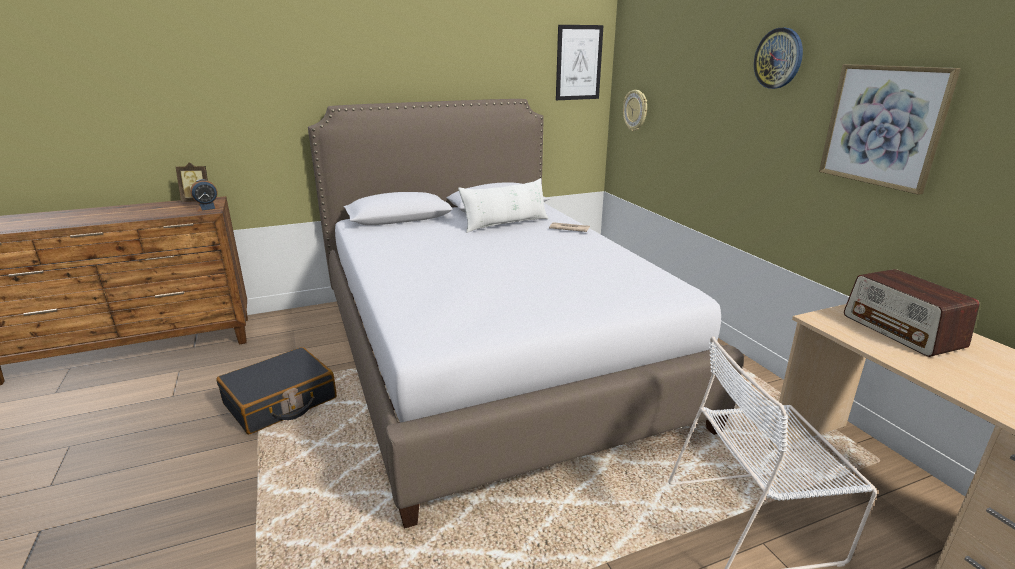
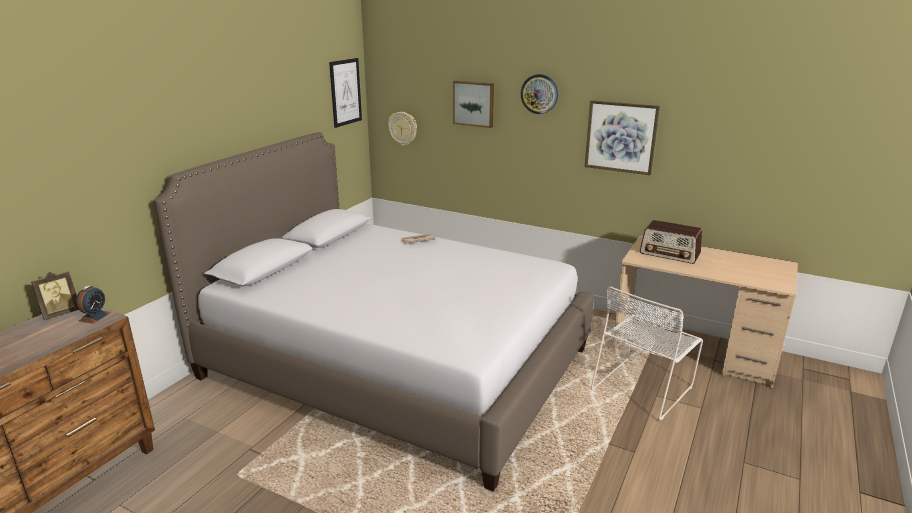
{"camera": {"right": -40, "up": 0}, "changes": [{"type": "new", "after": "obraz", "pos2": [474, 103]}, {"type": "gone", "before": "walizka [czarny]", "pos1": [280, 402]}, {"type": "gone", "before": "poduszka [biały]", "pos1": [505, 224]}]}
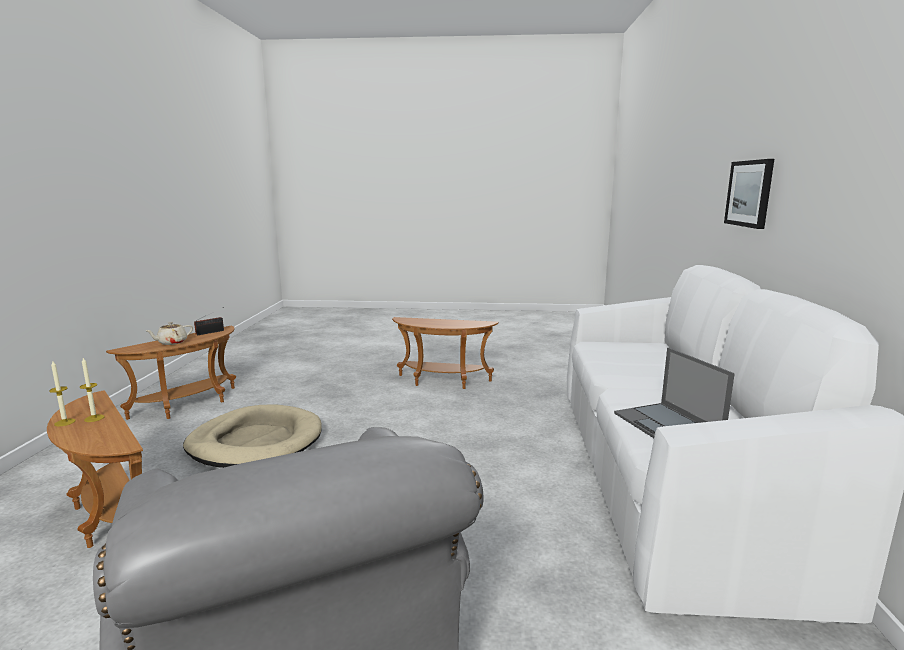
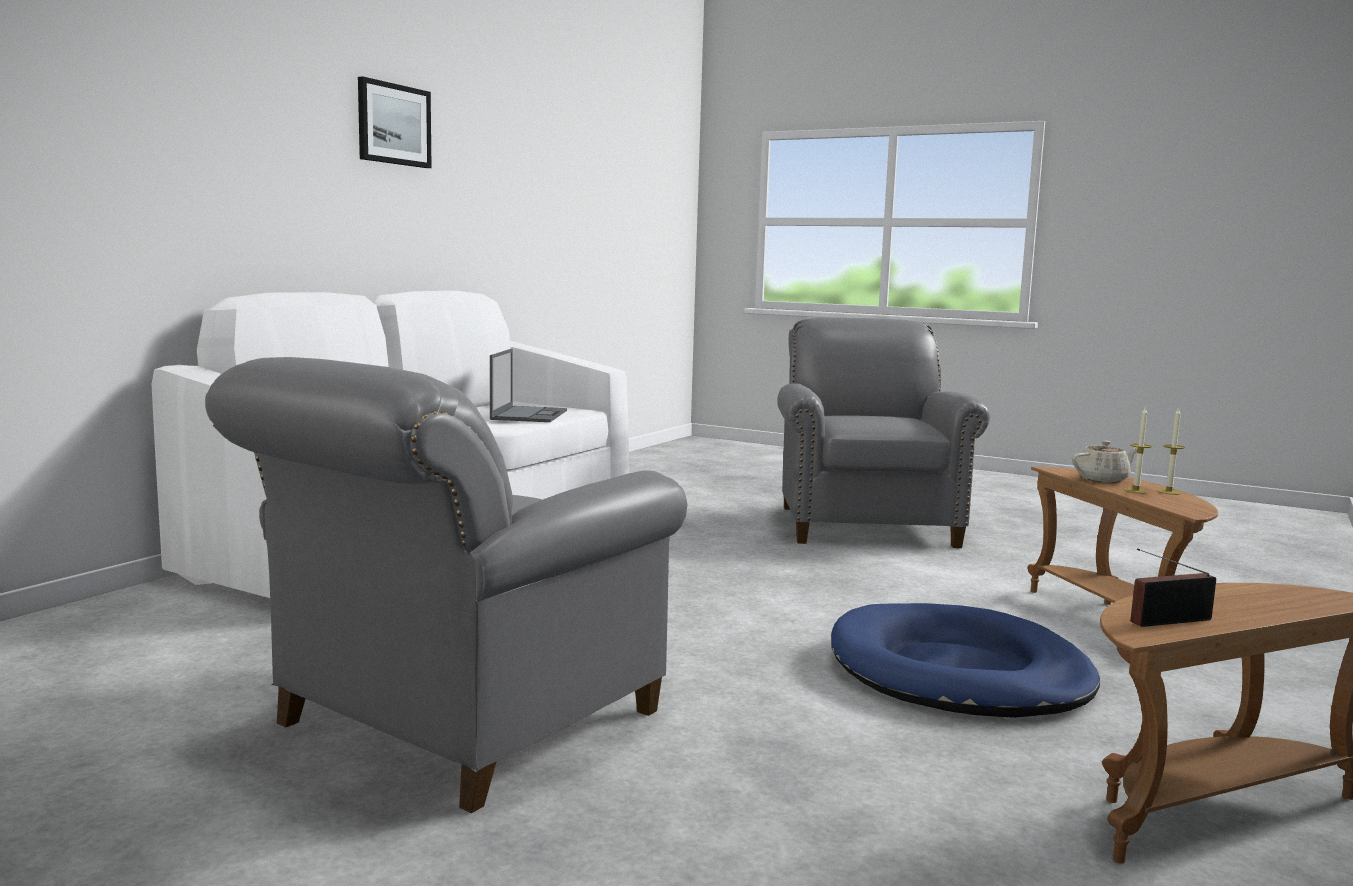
{"camera": {"right": -155, "up": -5}, "changes": [{"type": "swapped", "before": "stolik [brązowy]", "after": "fotel [szary]", "pos1": [442, 382], "pos2": [456, 723]}, {"type": "shifted", "before": "obraz", "pos1": [749, 193], "pos2": [393, 124]}, {"type": "repainted", "before": "legowisko [beżowy]", "after": "legowisko [niebieski]", "pos1": [256, 442], "pos2": [958, 672]}, {"type": "shifted", "before": "imbryk [beżowy]", "pos1": [172, 342], "pos2": [1103, 479]}]}
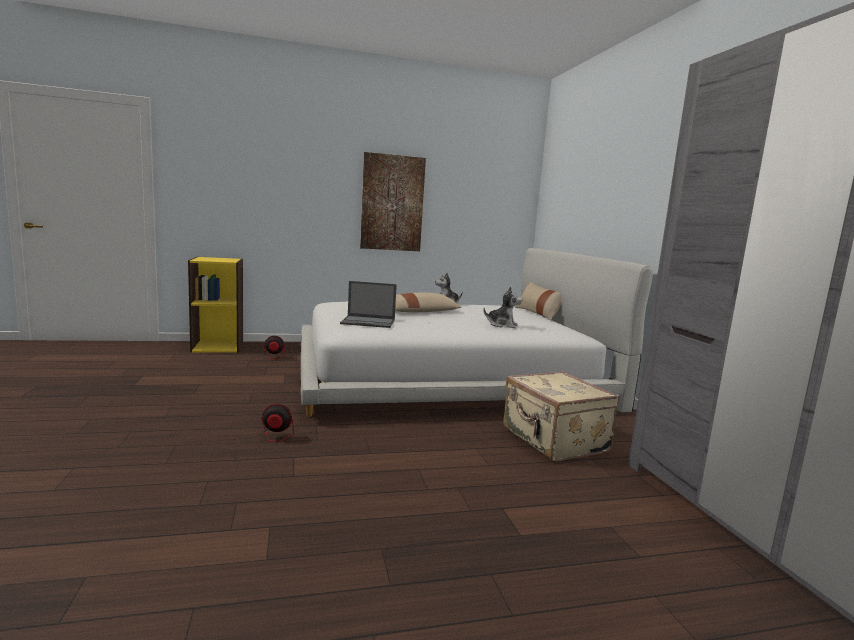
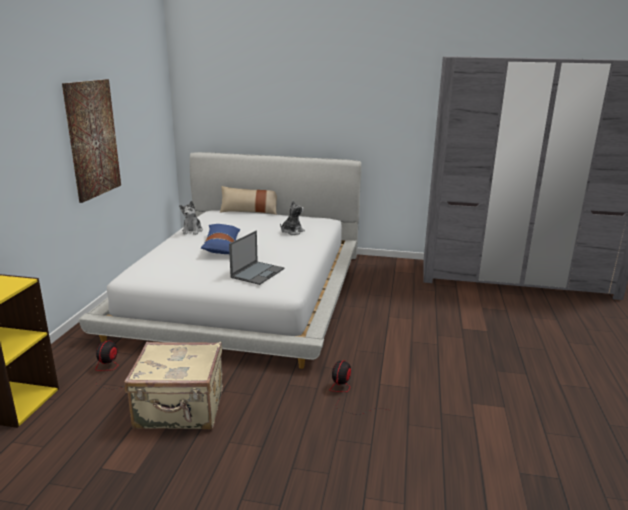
{"camera": {"right": -65, "up": 10}, "changes": [{"type": "shifted", "before": "walizka [beżowy]", "pos1": [553, 441], "pos2": [180, 409]}, {"type": "repainted", "before": "poduszka [beżowy]", "after": "poduszka [niebieski]", "pos1": [420, 311], "pos2": [222, 246]}]}
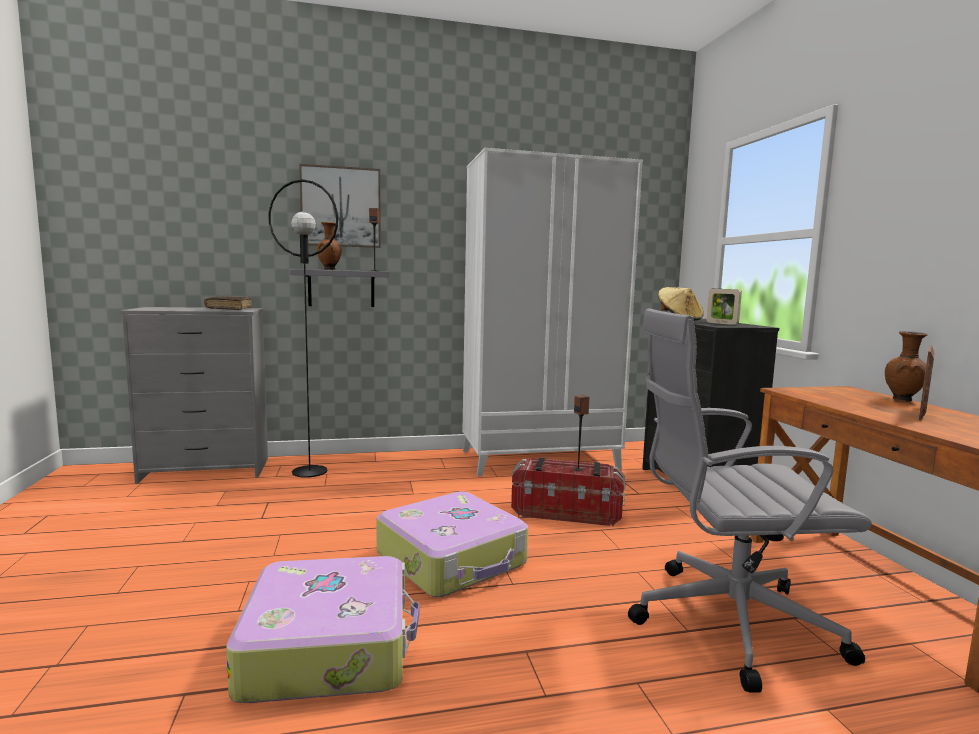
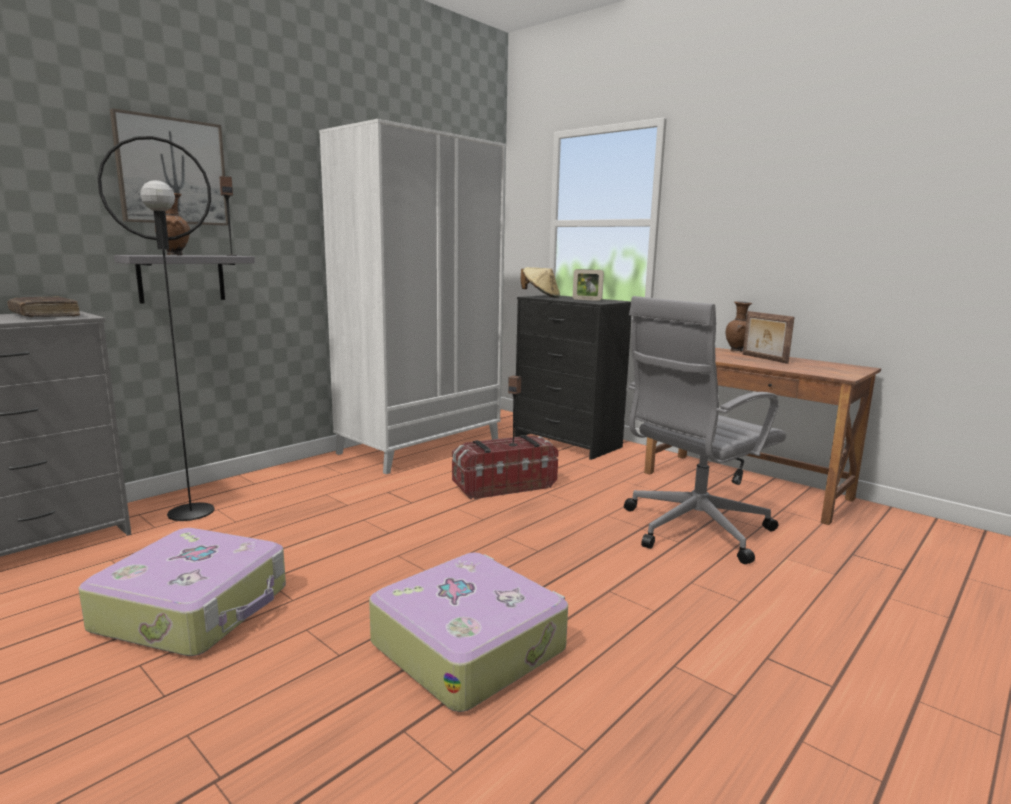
{"camera": {"right": -35, "up": 5}, "changes": [{"type": "shifted", "before": "walizka", "pos1": [453, 559], "pos2": [195, 608]}, {"type": "rotated", "before": "ramka na zdjęcie", "pos1": [922, 413], "pos2": [763, 359], "turn": 150}]}
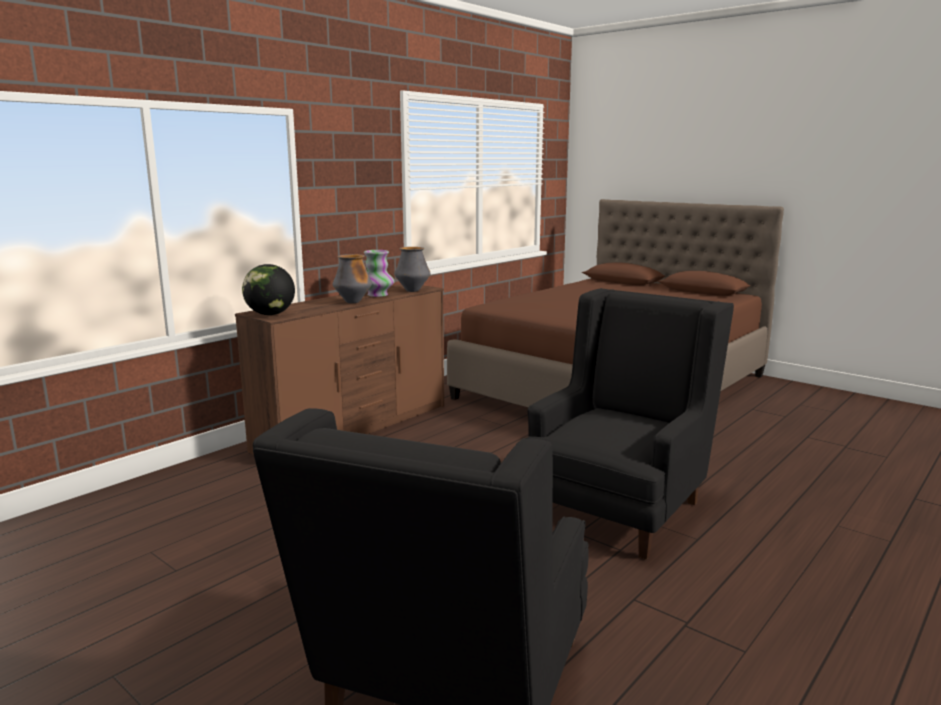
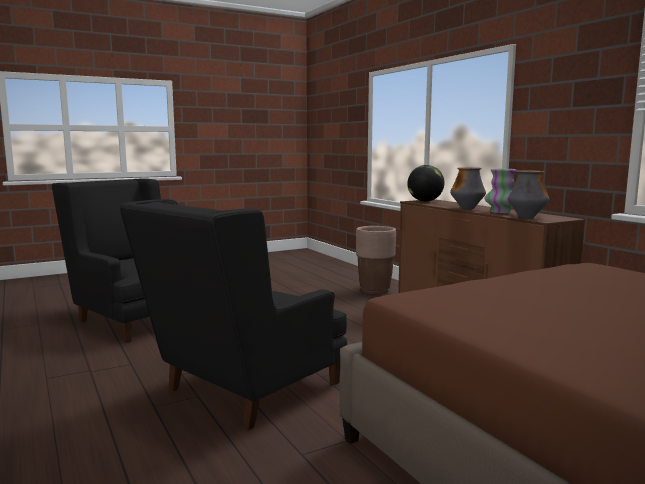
{"camera": {"right": 110, "up": -5}, "changes": [{"type": "rotated", "before": "fotel [czarny]", "pos1": [618, 504], "pos2": [243, 391], "turn": 75}, {"type": "new", "after": "donica [brązowy]", "pos2": [375, 291]}]}
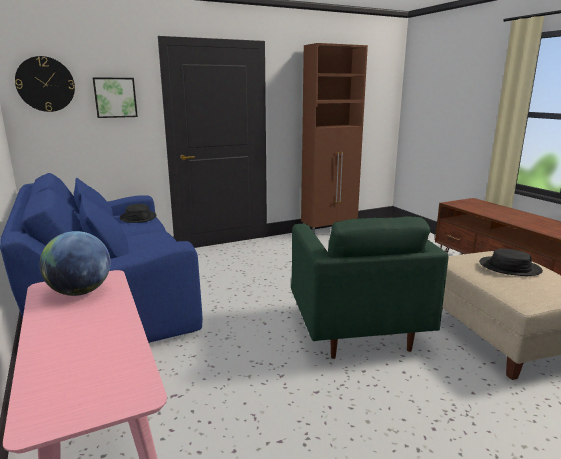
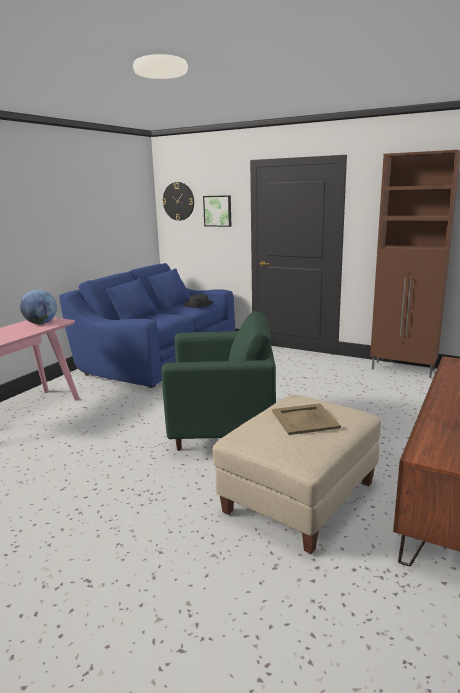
{"camera": {"right": 55, "up": 0}, "changes": [{"type": "rotated", "before": "fotel [zielony]", "pos1": [356, 330], "pos2": [223, 432], "turn": -135}, {"type": "swapped", "before": "kapelusz [czarny]", "after": "taca [beżowy]", "pos1": [509, 267], "pos2": [304, 419]}]}
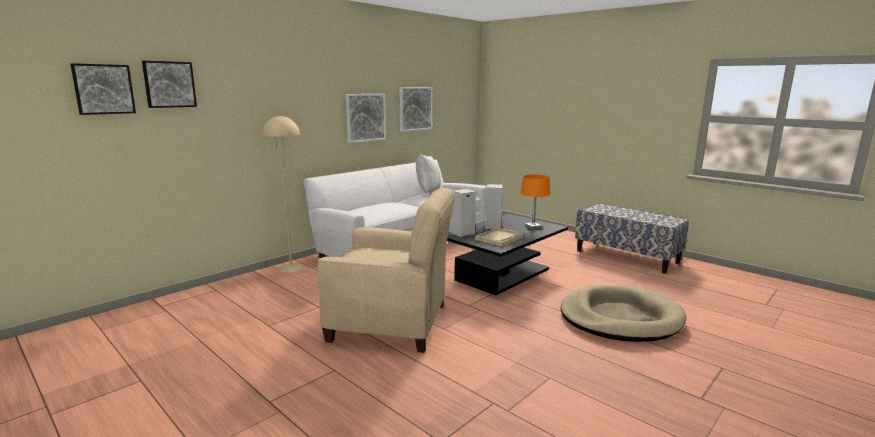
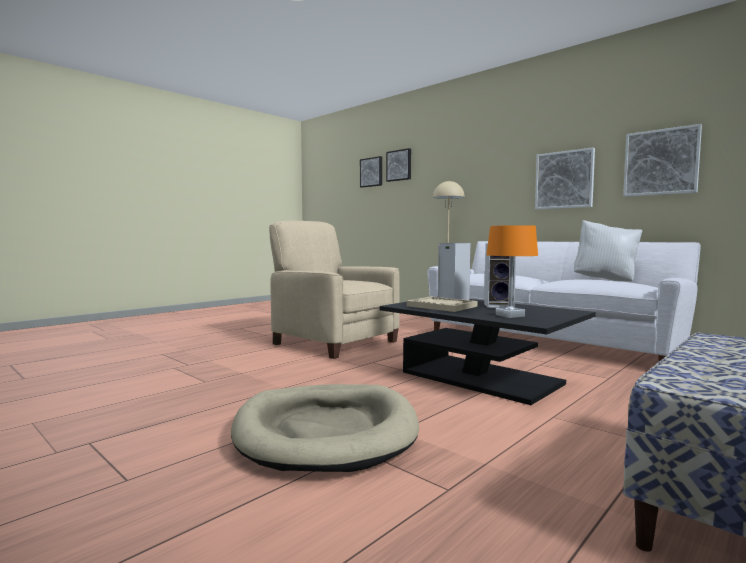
{"camera": {"right": 90, "up": -10}, "changes": [{"type": "rotated", "before": "fotel [beżowy]", "pos1": [390, 323], "pos2": [334, 342], "turn": 120}]}
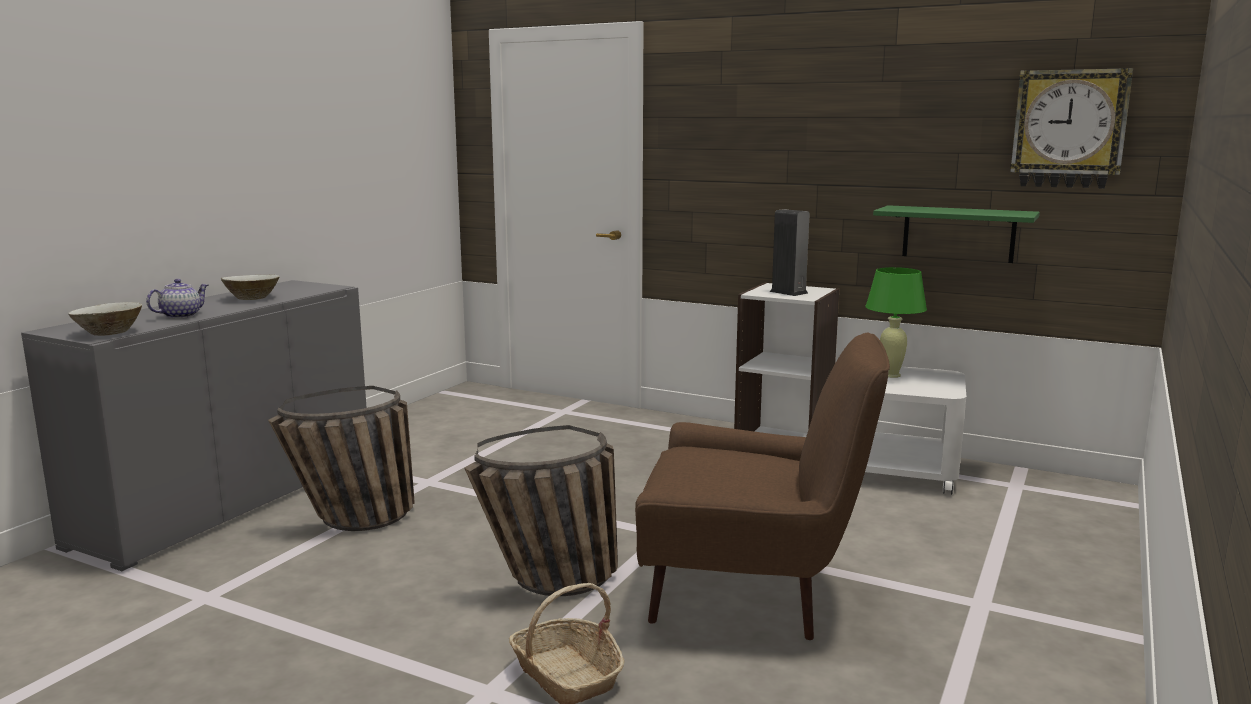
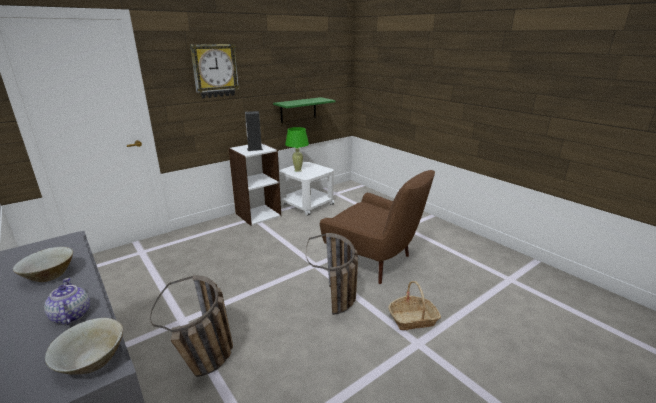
{"camera": {"right": -65, "up": 10}, "changes": [{"type": "shifted", "before": "zegar ścienny", "pos1": [1069, 129], "pos2": [215, 71]}, {"type": "rotated", "before": "fotel [brązowy]", "pos1": [751, 592], "pos2": [374, 261], "turn": 90}]}
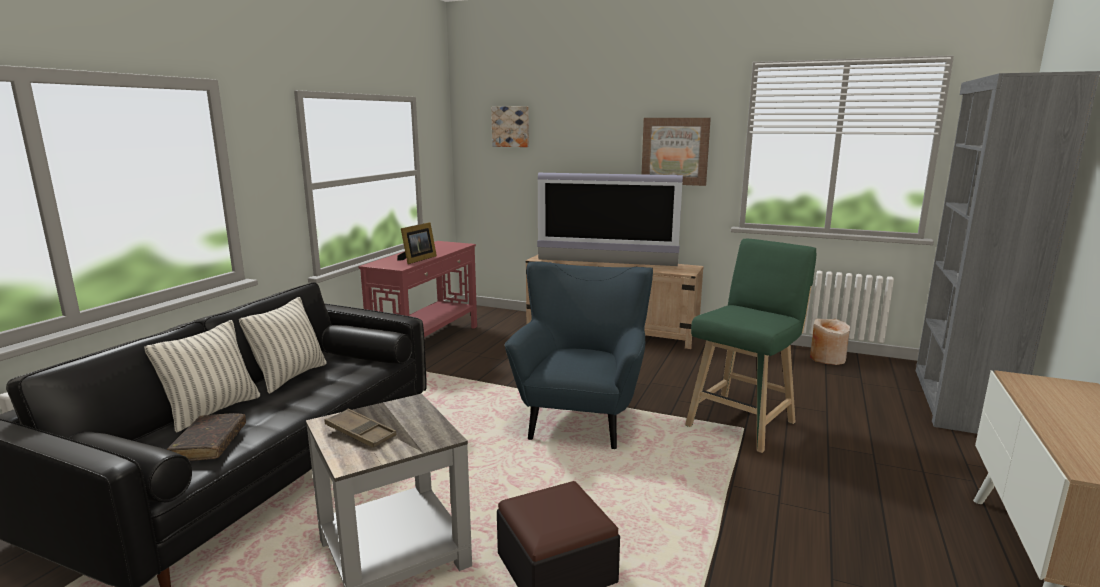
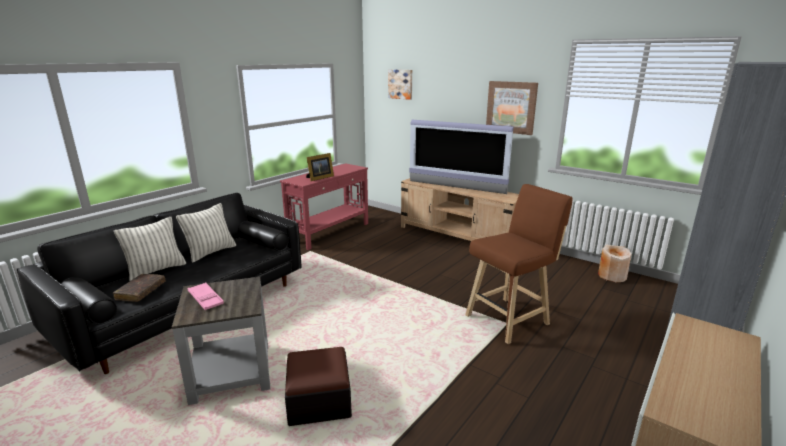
{"camera": {"right": 15, "up": 5}, "changes": [{"type": "repainted", "before": "taca [brązowy]", "after": "taca [różowy]", "pos1": [360, 433], "pos2": [206, 299]}, {"type": "repainted", "before": "stołek [zielony]", "after": "stołek [brązowy]", "pos1": [743, 422], "pos2": [510, 318]}, {"type": "gone", "before": "fotel [niebieski]", "pos1": [581, 417]}]}
